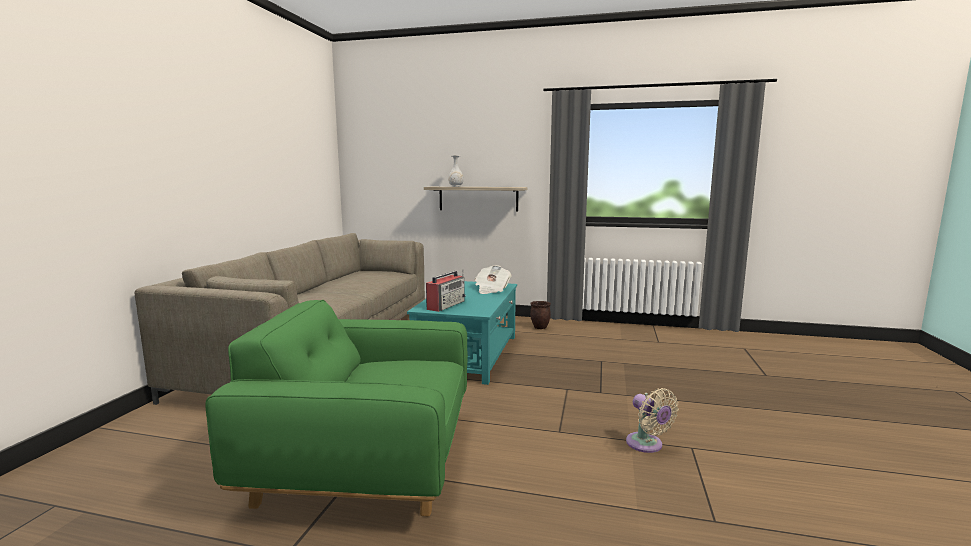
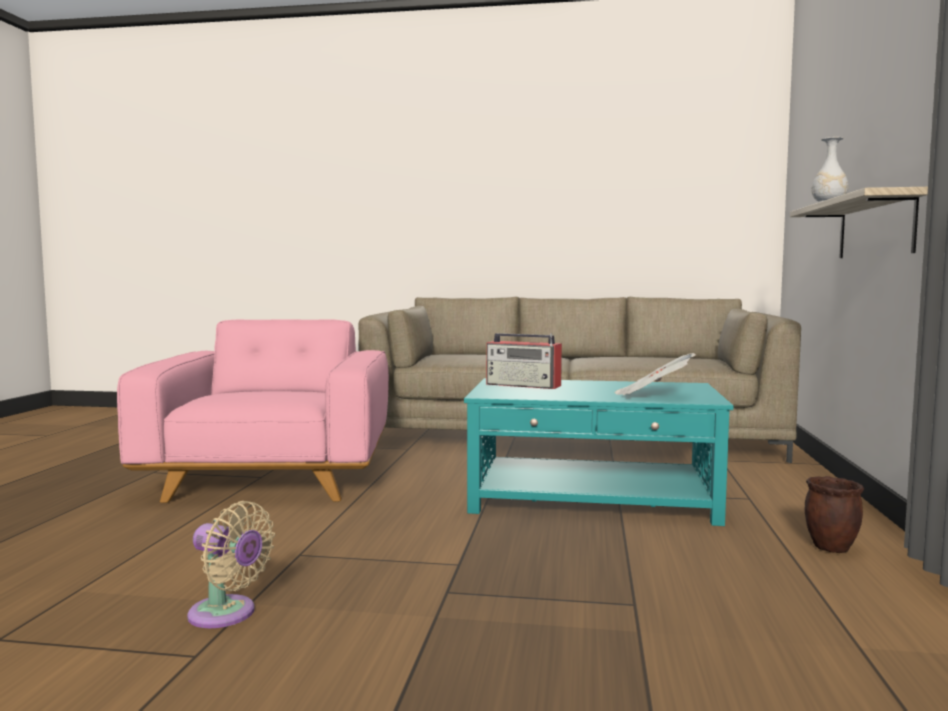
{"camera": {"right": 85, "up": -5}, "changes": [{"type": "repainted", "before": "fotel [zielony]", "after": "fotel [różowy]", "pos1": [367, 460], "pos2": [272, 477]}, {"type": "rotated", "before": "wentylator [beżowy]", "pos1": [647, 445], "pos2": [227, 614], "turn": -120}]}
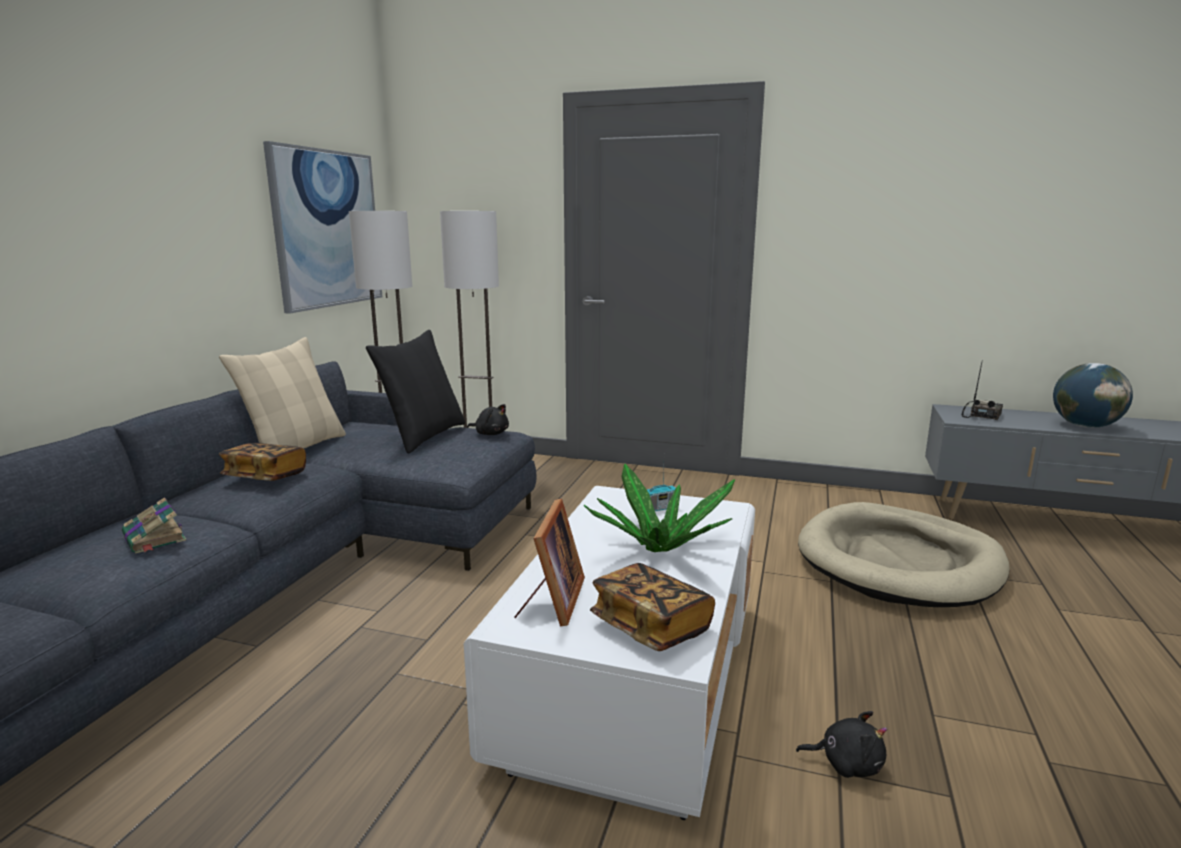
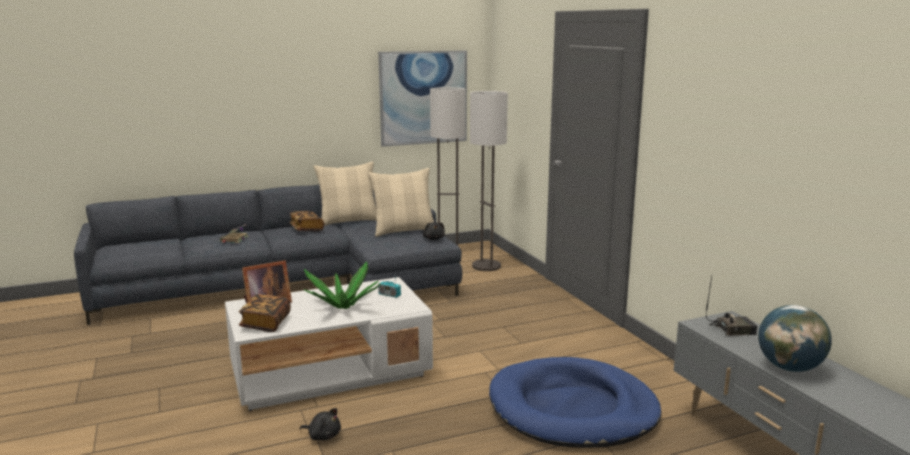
{"camera": {"right": 50, "up": 0}, "changes": [{"type": "rotated", "before": "pluszak [czarny]", "pos1": [846, 763], "pos2": [323, 436], "turn": -45}, {"type": "repainted", "before": "poduszka [czarny]", "after": "poduszka [beżowy]", "pos1": [424, 436], "pos2": [403, 231]}, {"type": "repainted", "before": "legowisko [beżowy]", "after": "legowisko [niebieski]", "pos1": [898, 561], "pos2": [572, 409]}]}
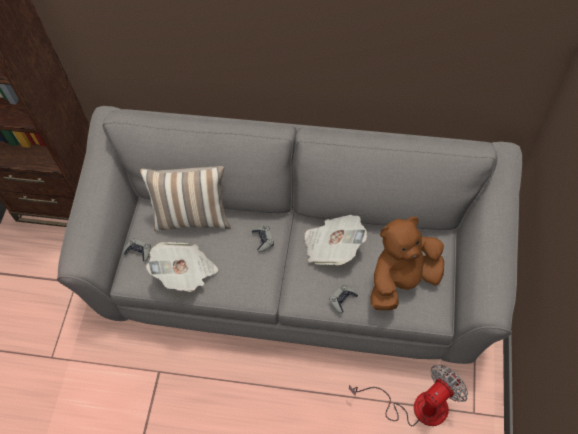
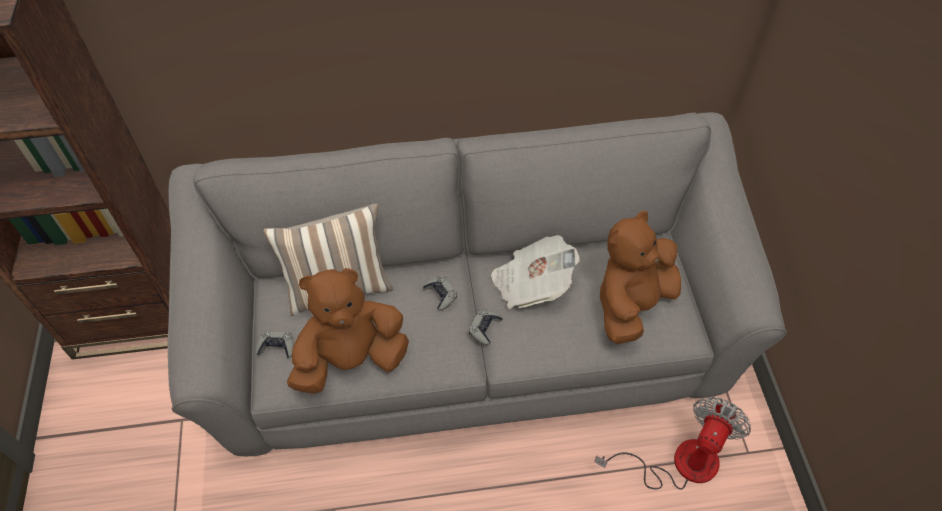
{"camera": {"right": -20, "up": -5}, "changes": [{"type": "swapped", "before": "gazeta", "after": "pluszak [brązowy]", "pos1": [186, 273], "pos2": [351, 359]}, {"type": "shifted", "before": "pad do gier [szary]", "pos1": [342, 299], "pos2": [485, 328]}]}
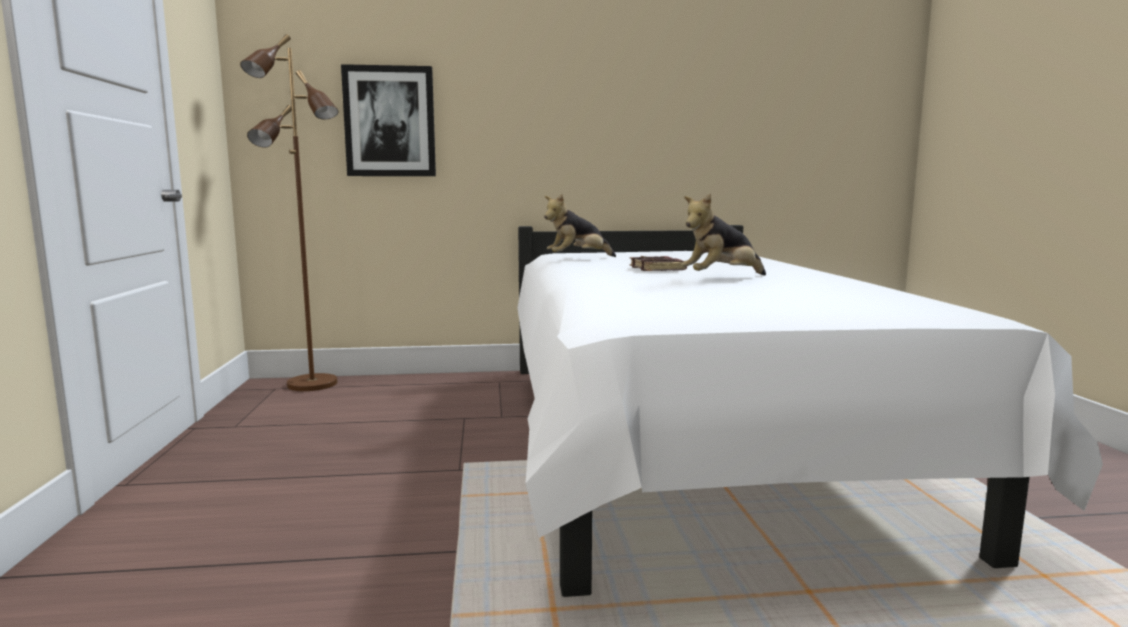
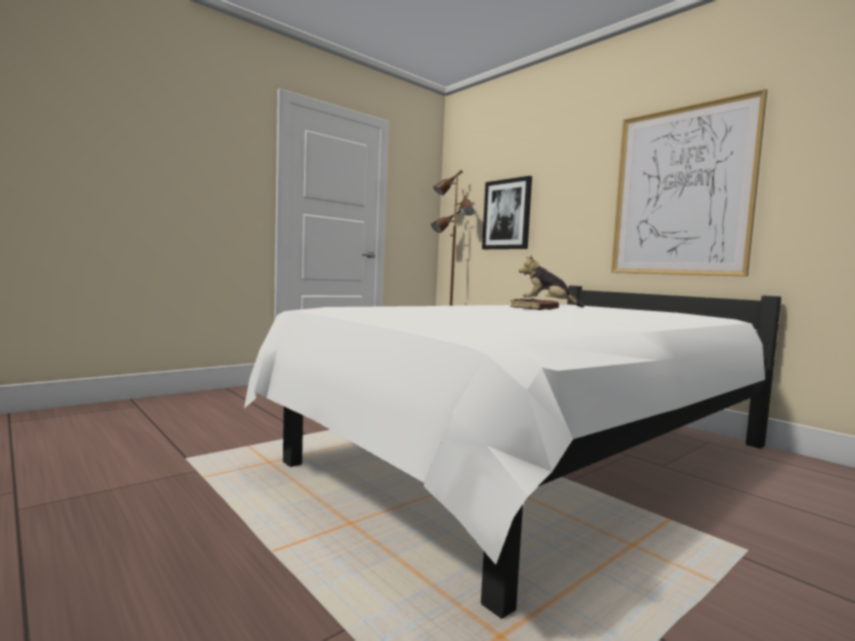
{"camera": {"right": 55, "up": -5}, "changes": [{"type": "new", "after": "obraz", "pos2": [681, 191]}, {"type": "gone", "before": "pluszak", "pos1": [721, 278]}]}
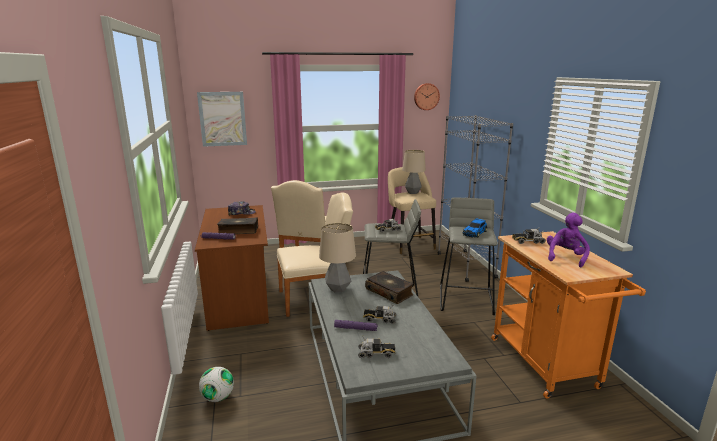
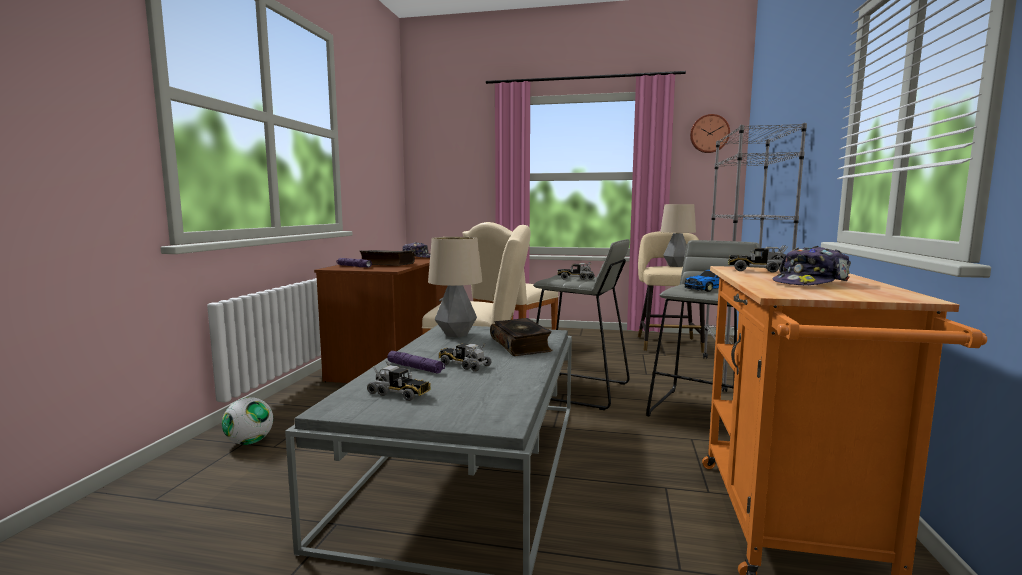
{"camera": {"right": 25, "up": -10}, "changes": [{"type": "swapped", "before": "pluszak [fioletowy]", "after": "czapka z daszkiem", "pos1": [565, 257], "pos2": [811, 283]}, {"type": "gone", "before": "obraz", "pos1": [222, 119]}]}
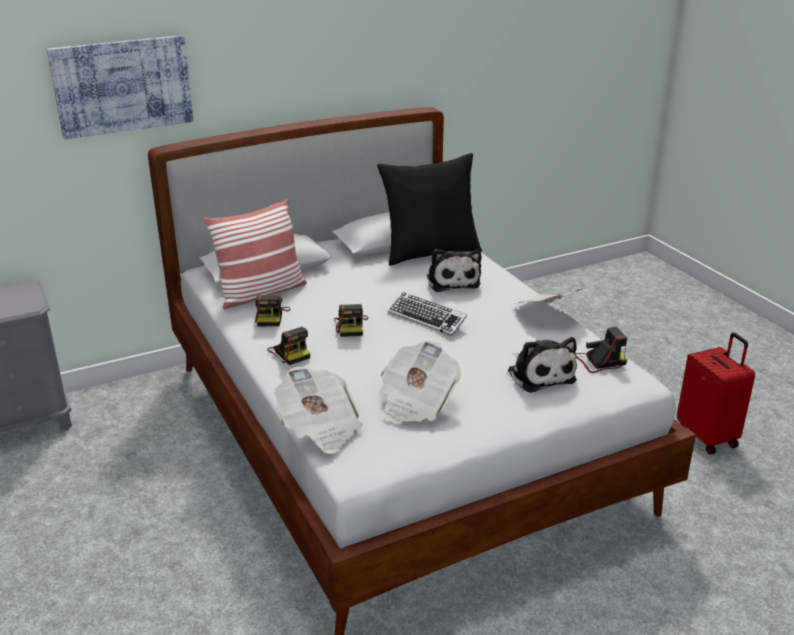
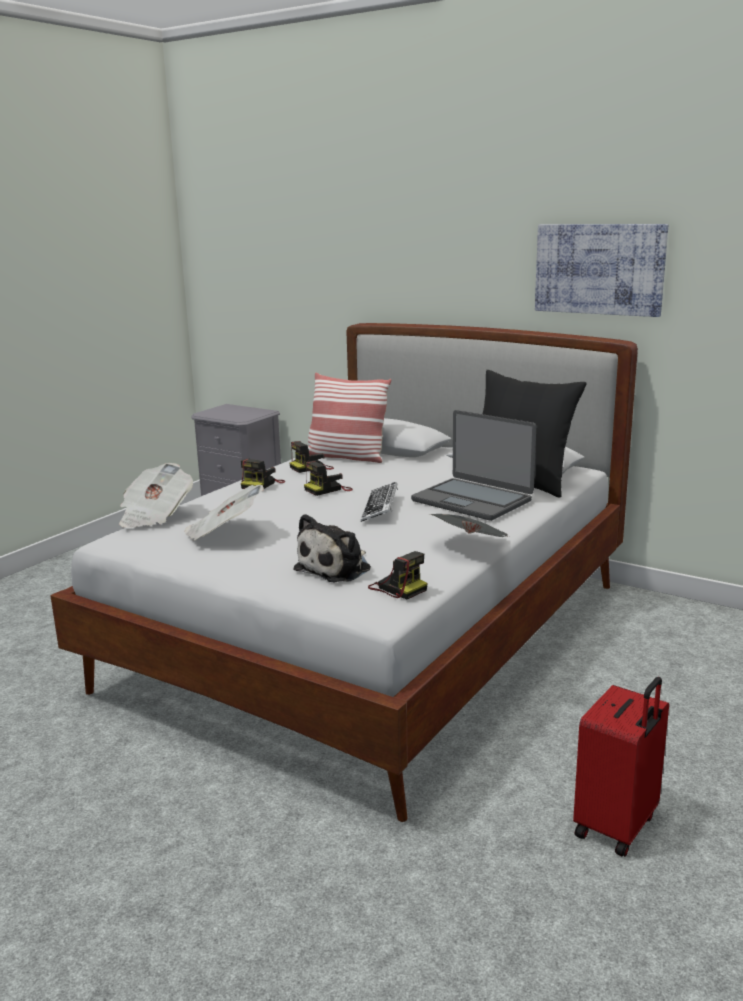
{"camera": {"right": 60, "up": -10}, "changes": [{"type": "swapped", "before": "pluszak", "after": "laptop", "pos1": [452, 281], "pos2": [472, 500]}, {"type": "shifted", "before": "obraz", "pos1": [122, 86], "pos2": [599, 269]}]}
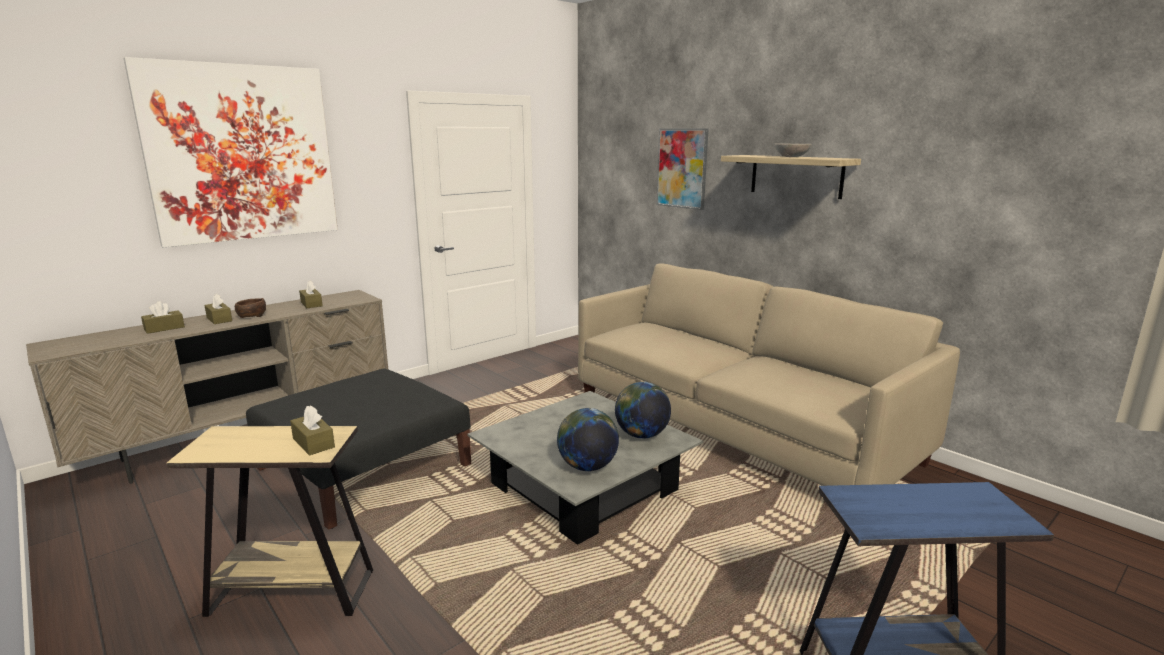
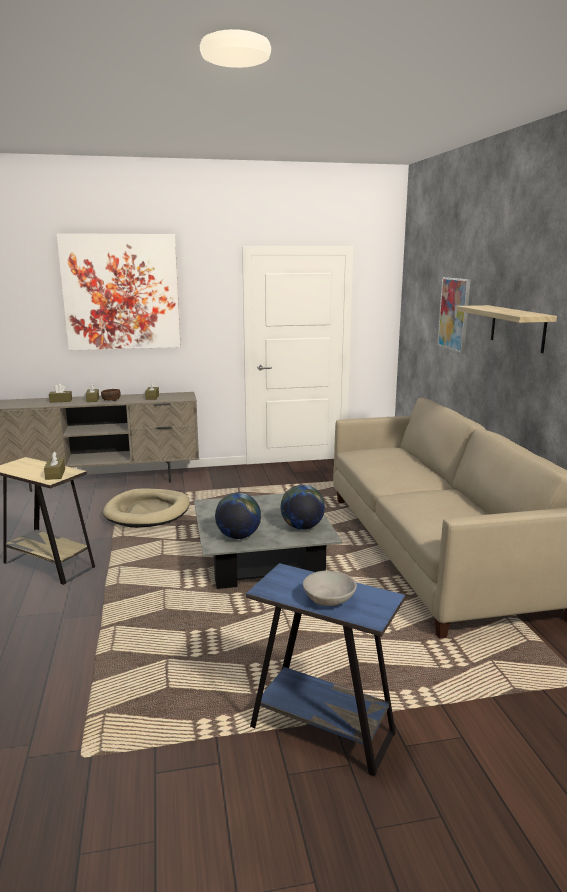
{"camera": {"right": 30, "up": 0}, "changes": [{"type": "swapped", "before": "pufa [czarny]", "after": "legowisko [beżowy]", "pos1": [365, 466], "pos2": [148, 512]}, {"type": "shifted", "before": "miska [szary]", "pos1": [791, 157], "pos2": [328, 600]}]}
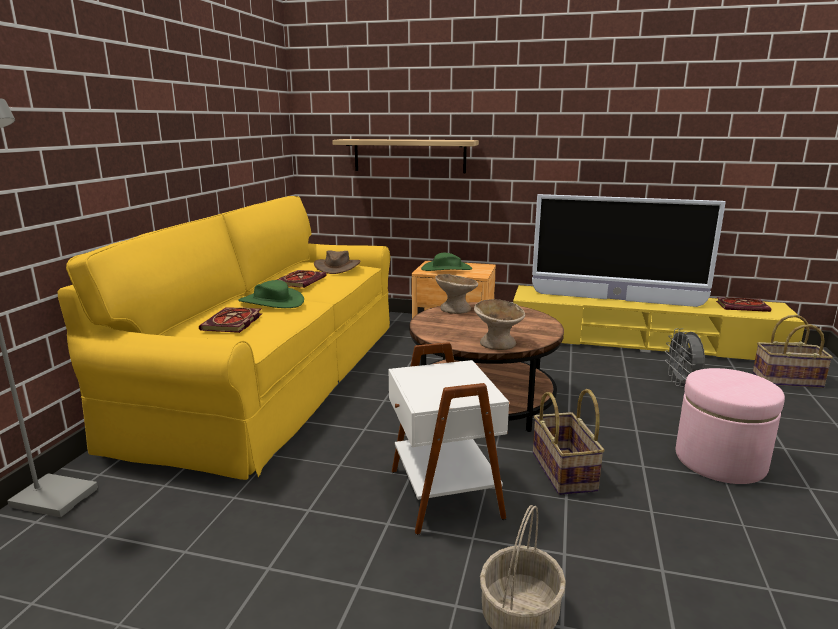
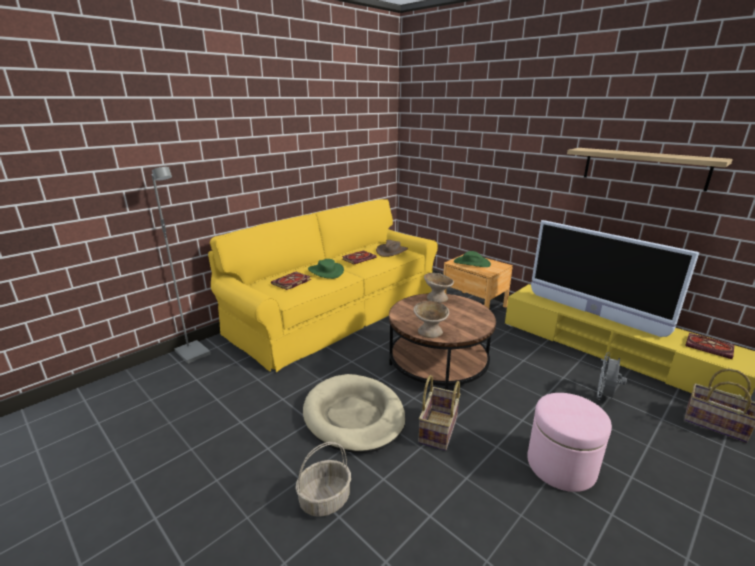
{"camera": {"right": 30, "up": 5}, "changes": [{"type": "swapped", "before": "stolik [biały]", "after": "legowisko [beżowy]", "pos1": [442, 494], "pos2": [354, 416]}, {"type": "shifted", "before": "półka", "pos1": [409, 155], "pos2": [644, 168]}]}
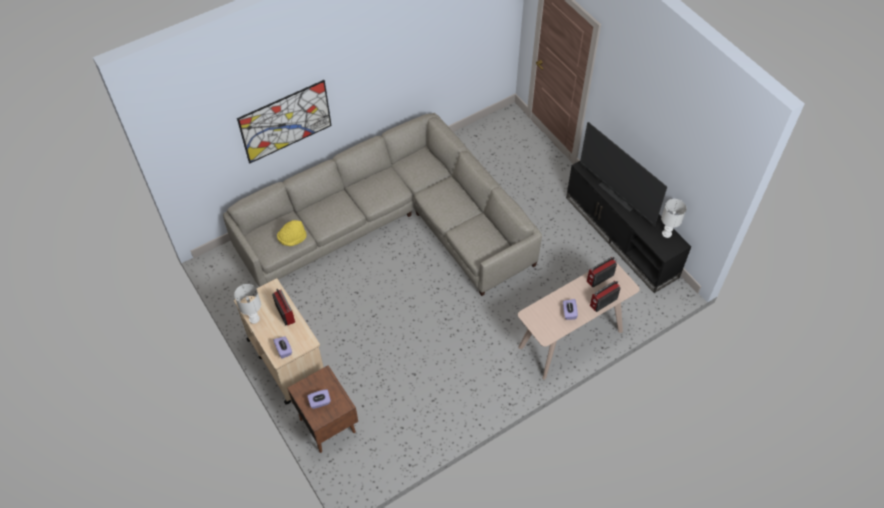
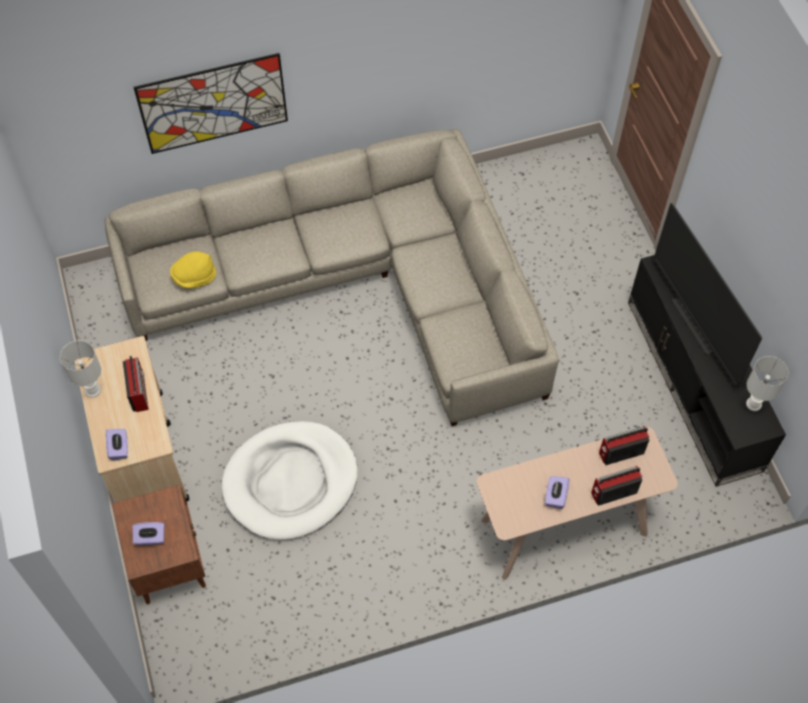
{"camera": {"right": 15, "up": 5}, "changes": [{"type": "new", "after": "legowisko [biały]", "pos2": [291, 482]}]}
